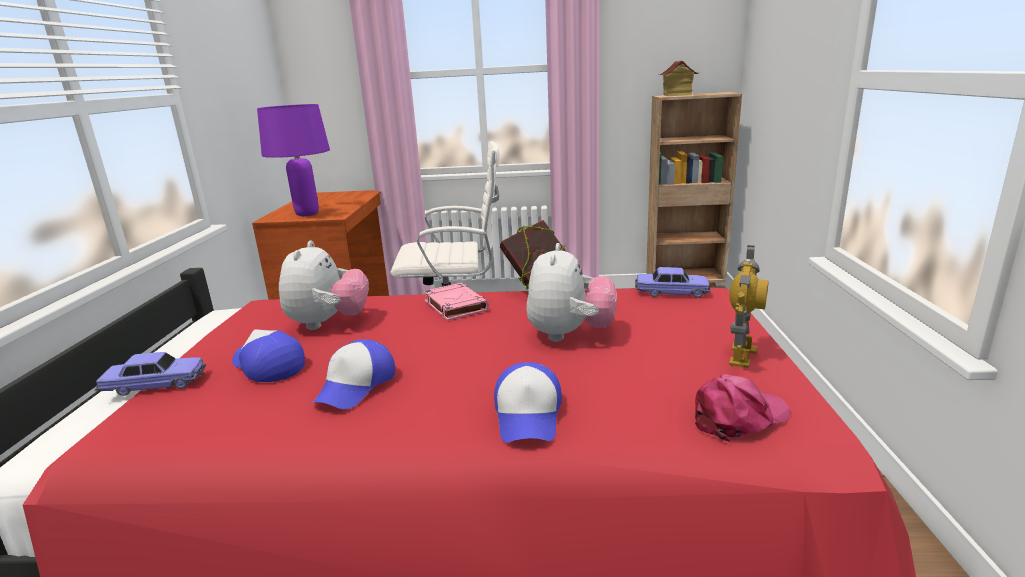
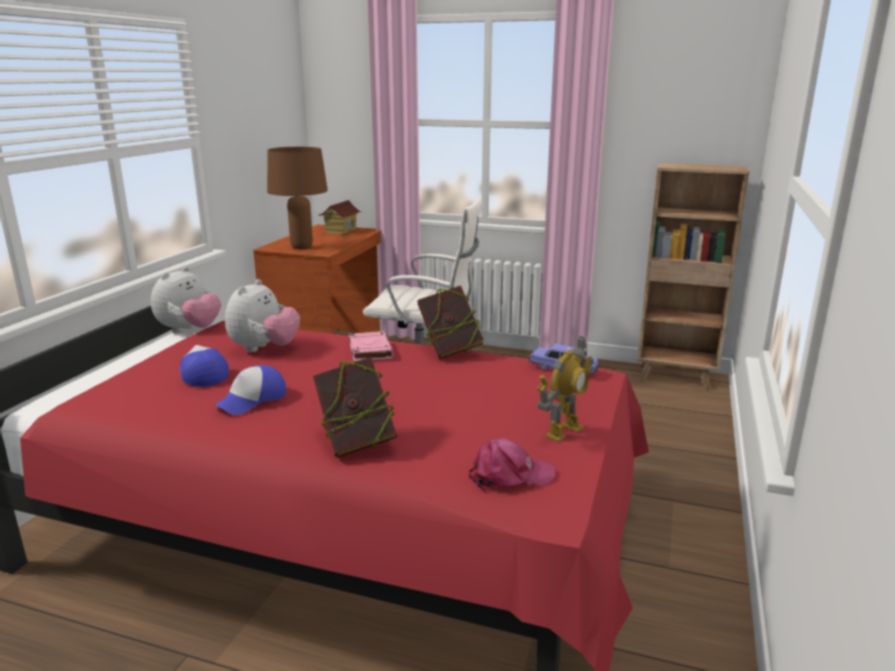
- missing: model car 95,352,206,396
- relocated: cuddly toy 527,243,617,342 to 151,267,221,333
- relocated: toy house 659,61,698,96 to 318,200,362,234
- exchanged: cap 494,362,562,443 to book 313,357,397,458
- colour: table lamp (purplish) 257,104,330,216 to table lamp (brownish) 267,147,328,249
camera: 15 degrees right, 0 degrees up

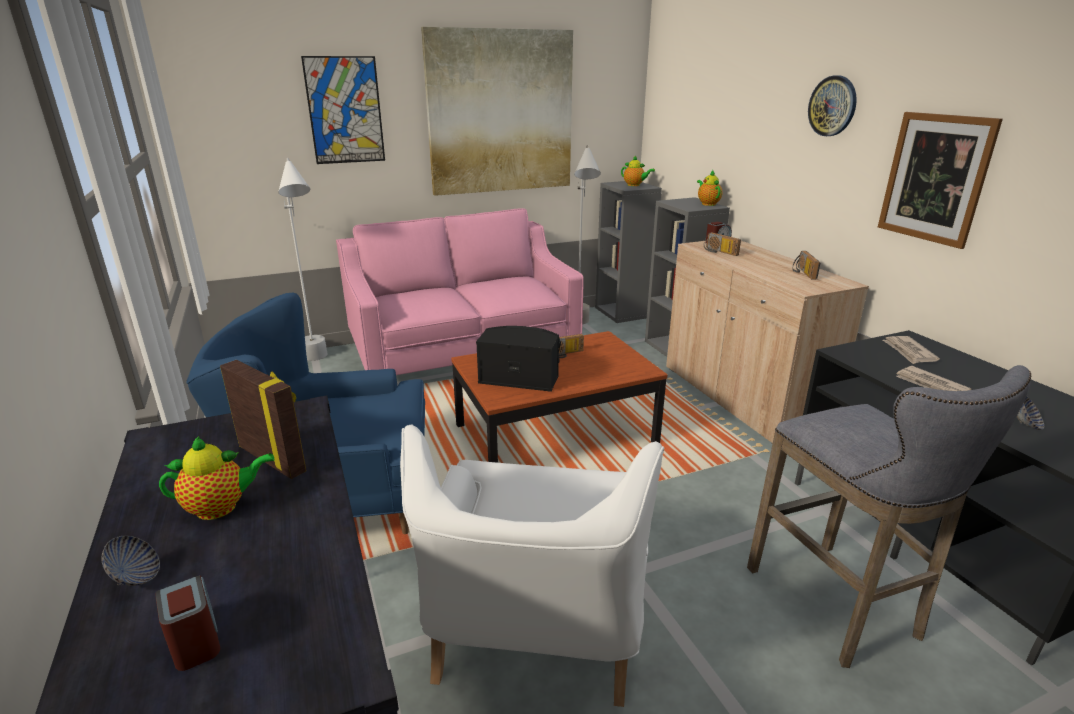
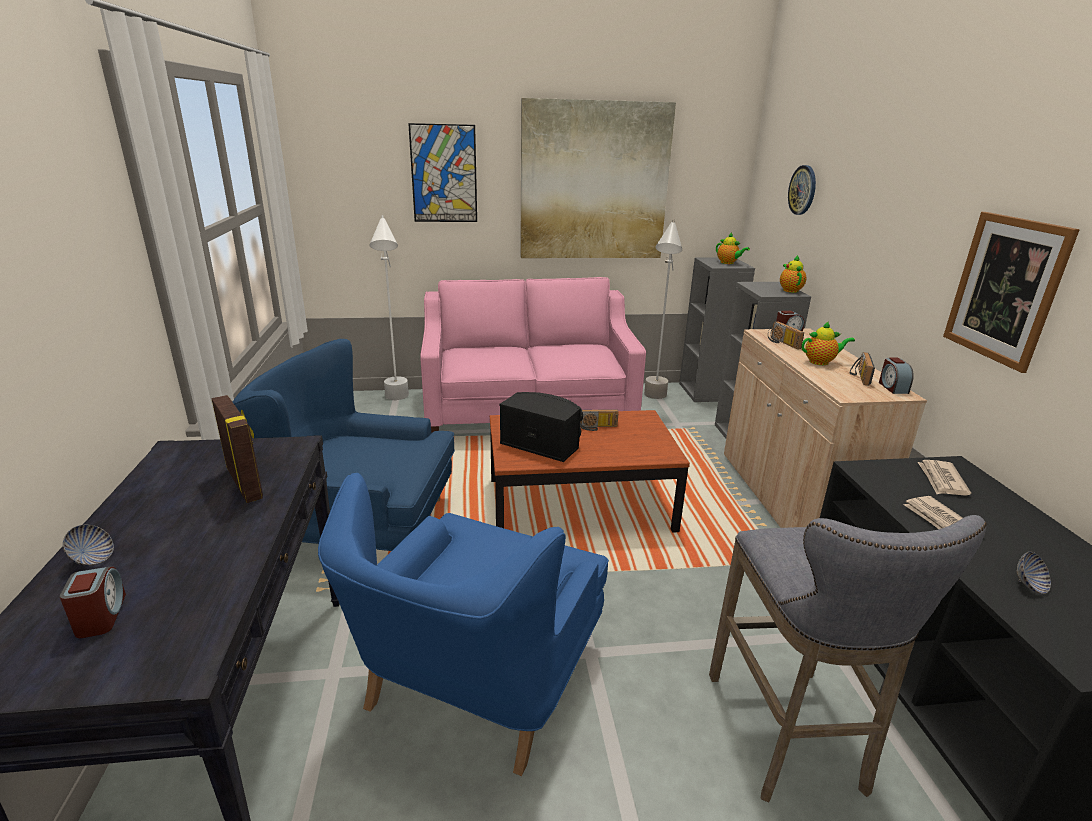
- appeared: bedside clock 879,357,914,394
- relocated: tea pot 159,436,274,520 to 802,322,855,365
- relocated: clock on the wall 808,76,857,136 to 788,165,816,215
- colour: easy chair (white-coloured) 400,424,664,707 to easy chair (blue-coloured) 318,473,609,776
camera: 15 degrees right, 0 degrees up

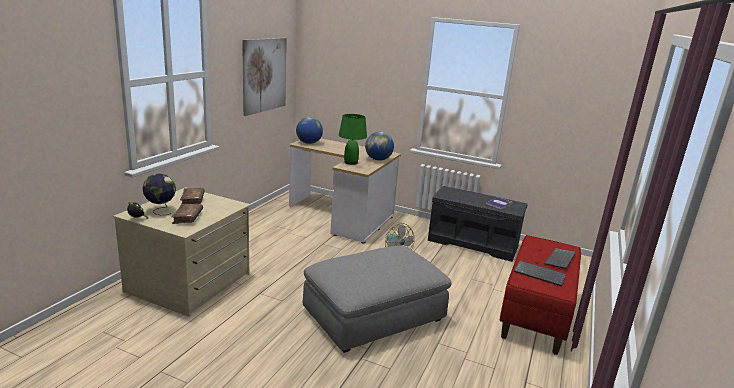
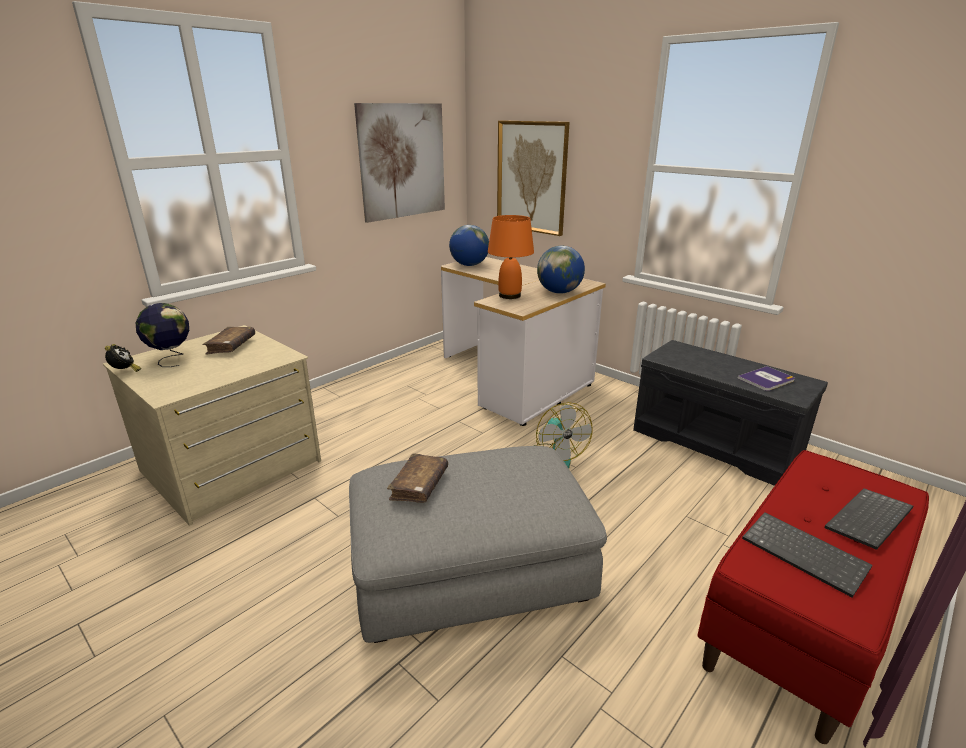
- appeared: picture 497,121,570,236
- relocated: book (brownish) 171,204,203,224 to 387,453,448,503
- colour: table lamp (green-coloured) 339,114,367,165 to table lamp (orange) 488,215,534,299
camera: 20 degrees right, 5 degrees up

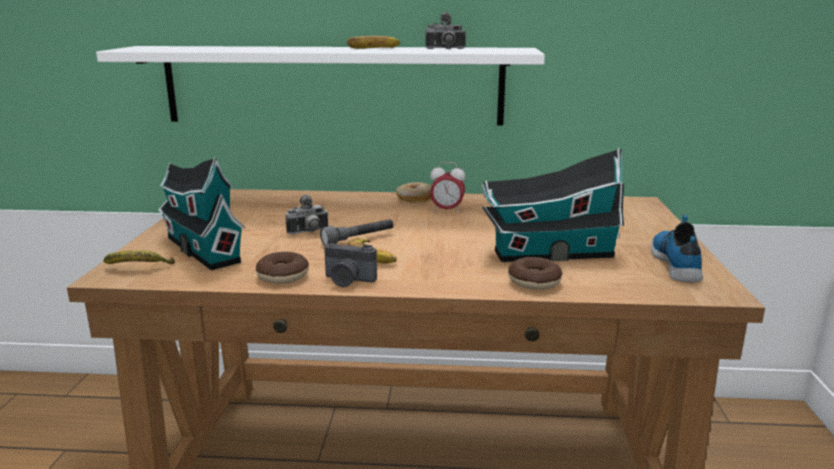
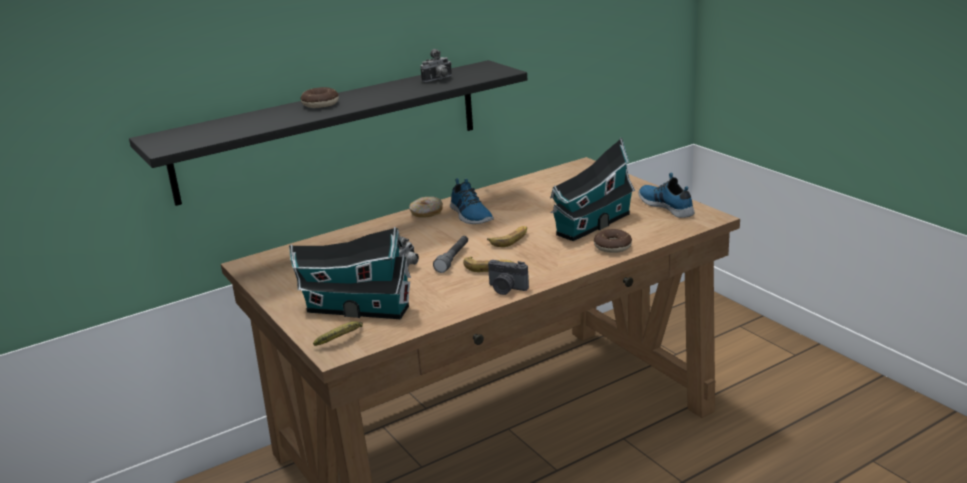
- relocated: ring doughnut 256,252,309,284 to 300,87,339,108
- relocated: banana 347,36,400,49 to 487,226,527,247
- exchanged: bedside clock 430,162,466,213 to low shoe 450,178,494,224
- colour: shelf (white-coloured) 96,46,545,126 to shelf (black) 129,60,527,206
- spun: still camera 324,243,377,287 = 488,260,529,295 45 degrees clockwise
camera: 35 degrees left, 5 degrees up

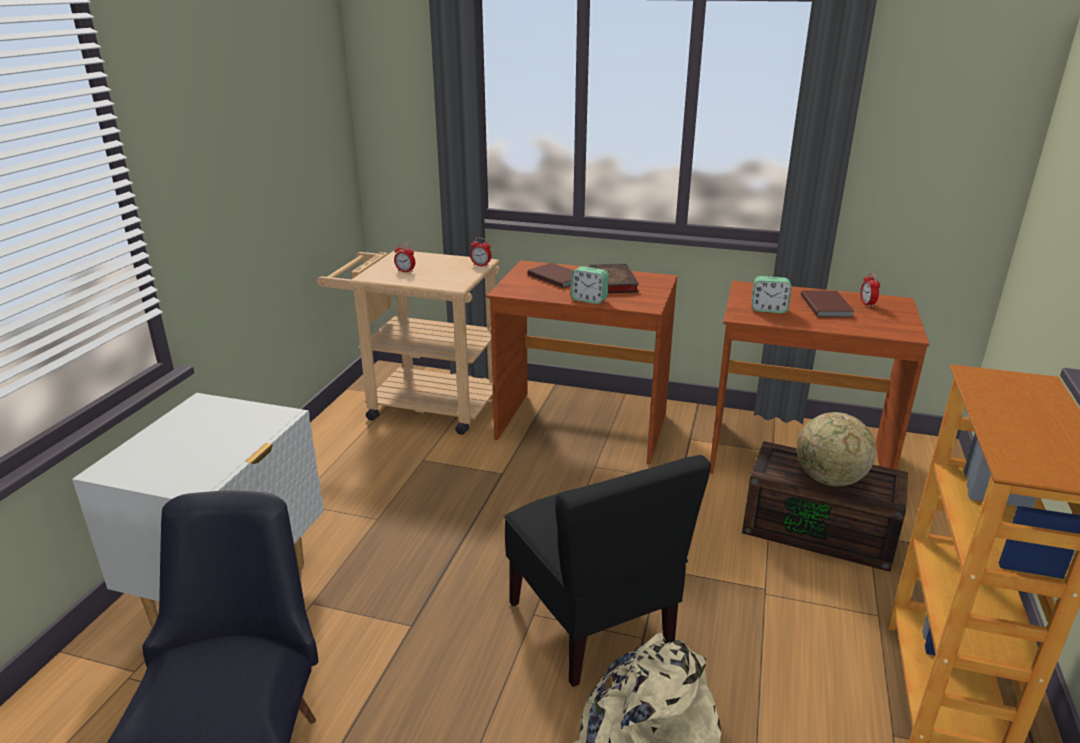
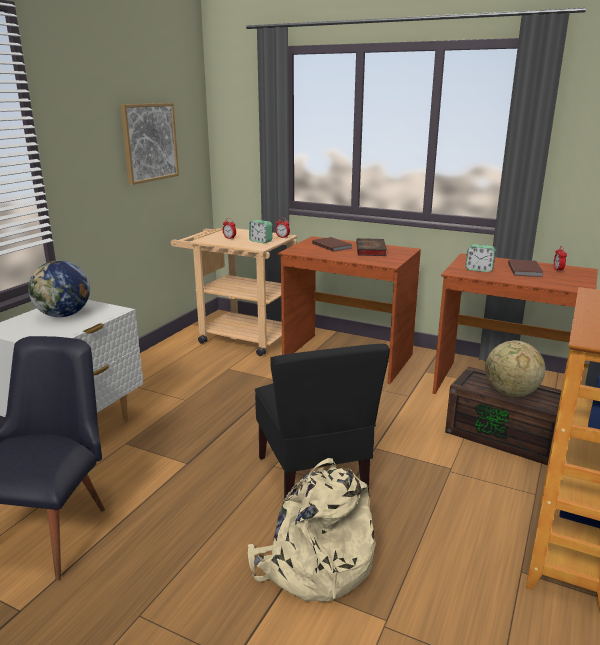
- appeared: world globe 28,260,90,317
- appeared: picture 120,103,179,185
- relocated: bedside clock 571,266,609,304 to 249,220,272,243
camera: 10 degrees right, 5 degrees down

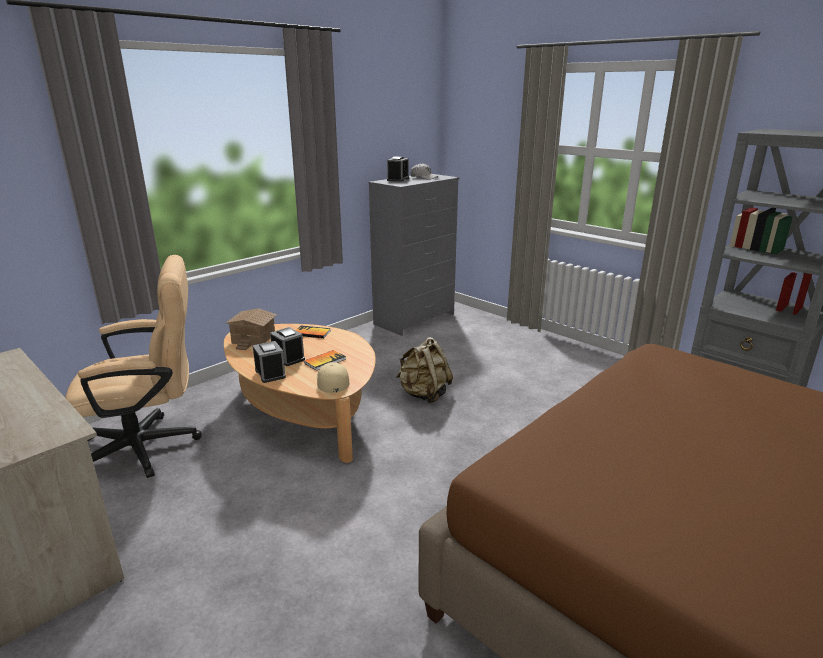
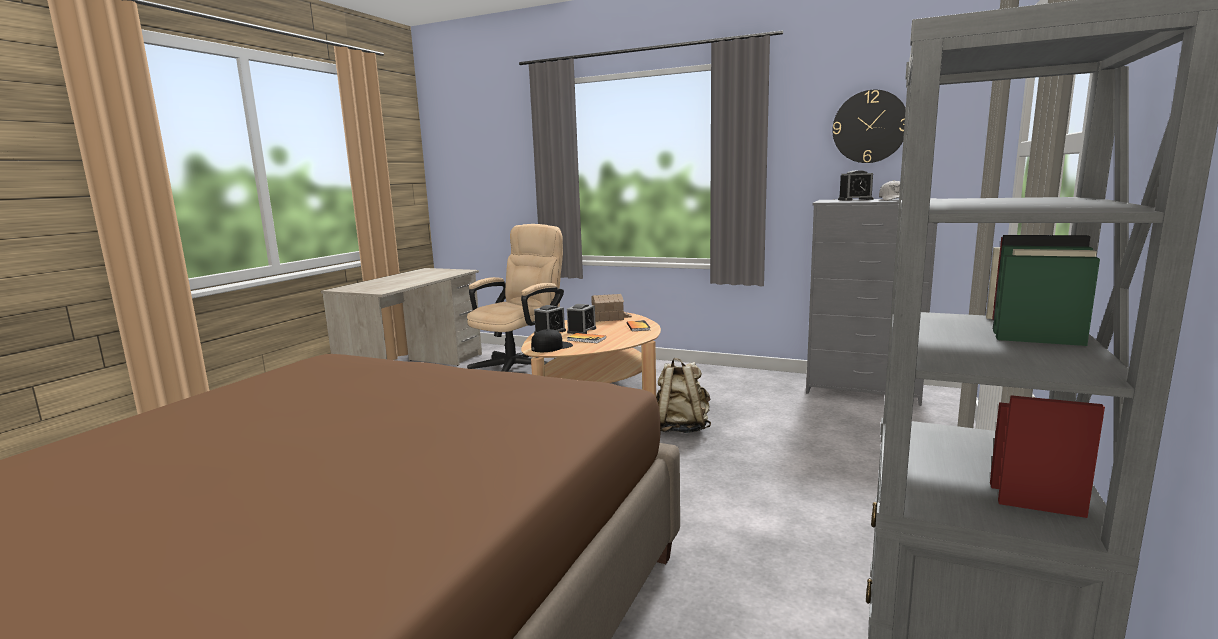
- appeared: clock on the wall 833,90,906,163
- colour: cap (beige) 316,362,350,393 to cap (black) 531,329,573,352
- spun: computer chair (beige) 65,255,202,478 = 467,224,564,372 105 degrees counterclockwise
camera: 70 degrees right, 10 degrees down

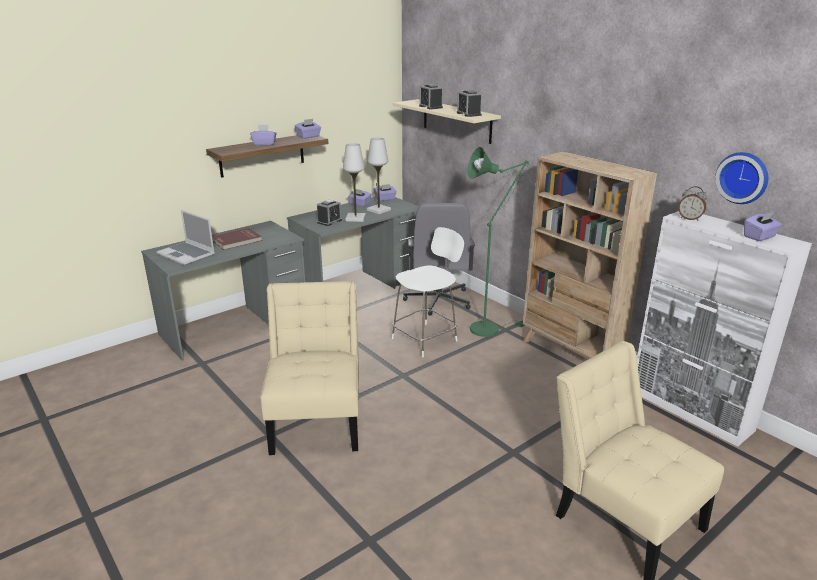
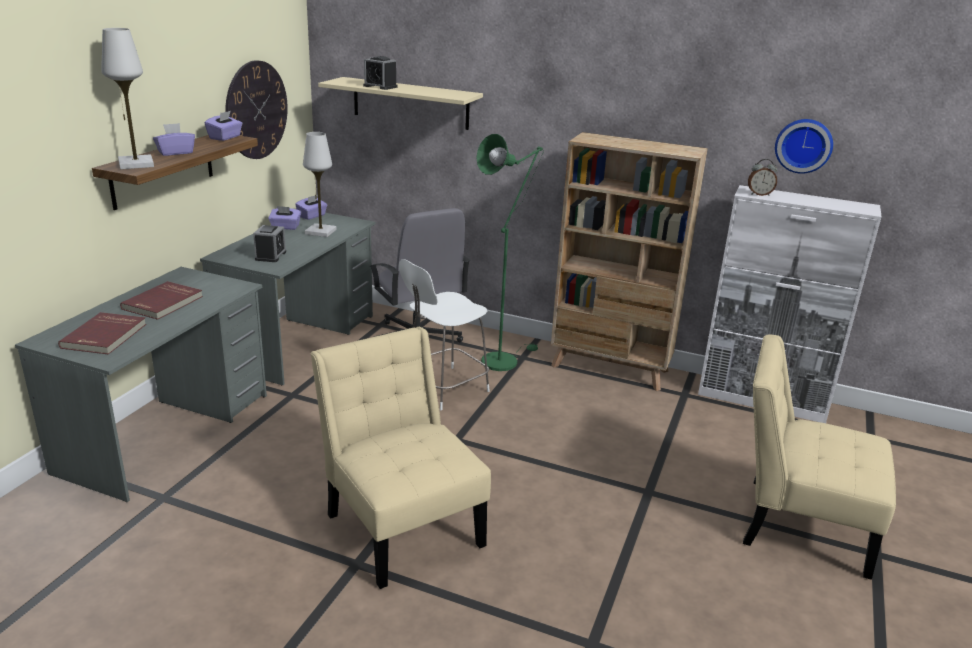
- missing: bedside clock 457,90,482,117
- missing: tissue holder (purplish) 744,211,782,241
- appeared: clock on the wall 225,60,288,159
- relocated: table lamp (white-coloured) 343,143,366,222 to 101,28,154,169
- exchanged: portable computer 156,210,215,265 to book (red) 58,312,146,354
- spun: plain chair (white-coloured) 392,227,464,357 = 399,259,490,410 150 degrees counterclockwise
camera: 30 degrees left, 0 degrees up

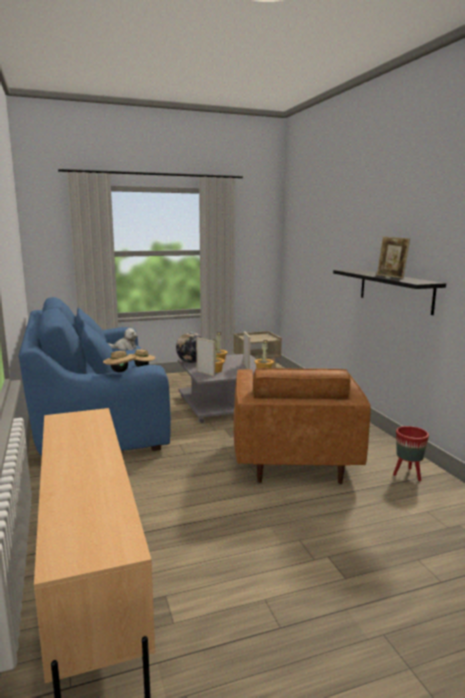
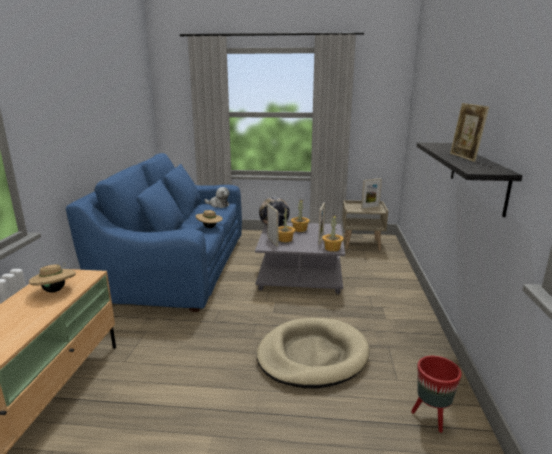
- appeared: standing frame 361,178,382,209
- relocated: clothing hat (beige) 103,351,136,372 to 29,262,76,293
- exchanged: easy chair (brownish) 233,368,371,484 to dog cushion (beige) 257,318,369,388
camera: 25 degrees right, 5 degrees up

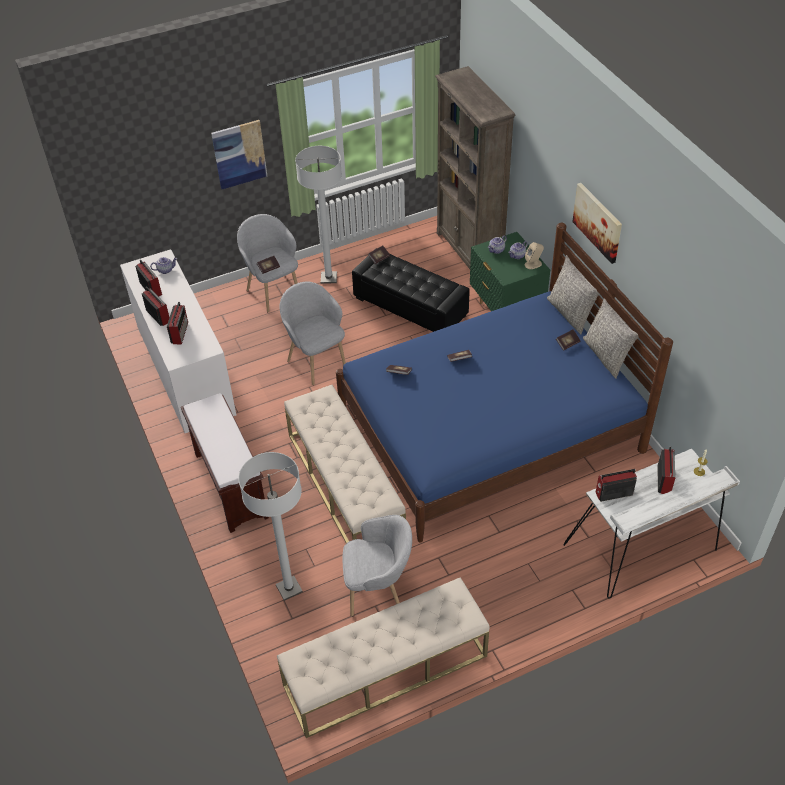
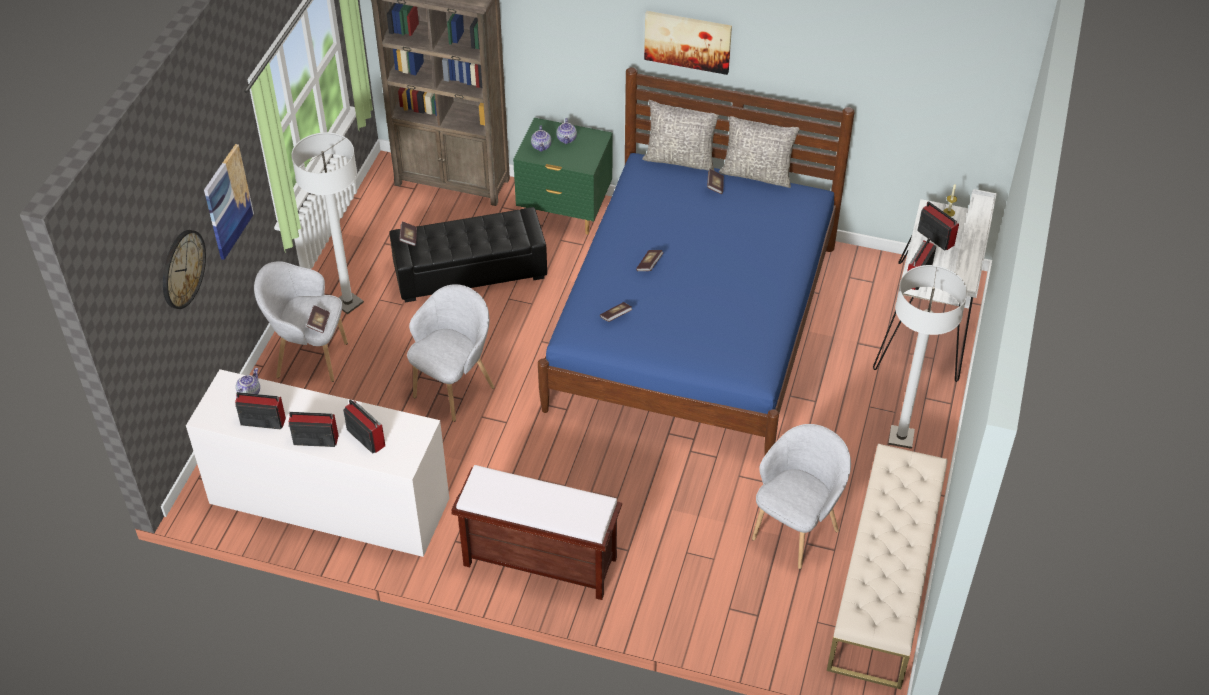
- missing: long seat (beige) 284,385,406,543
- missing: loudspeaker (beige) 525,242,544,269
- appeared: clock on the wall 163,230,206,309
- relocated: standing lamp (white-coloured) 239,452,303,601 to 888,265,968,449
- spun: easy chair (gray) 280,281,346,385 = 407,284,495,422 120 degrees clockwise
camera: 50 degrees left, 0 degrees up

